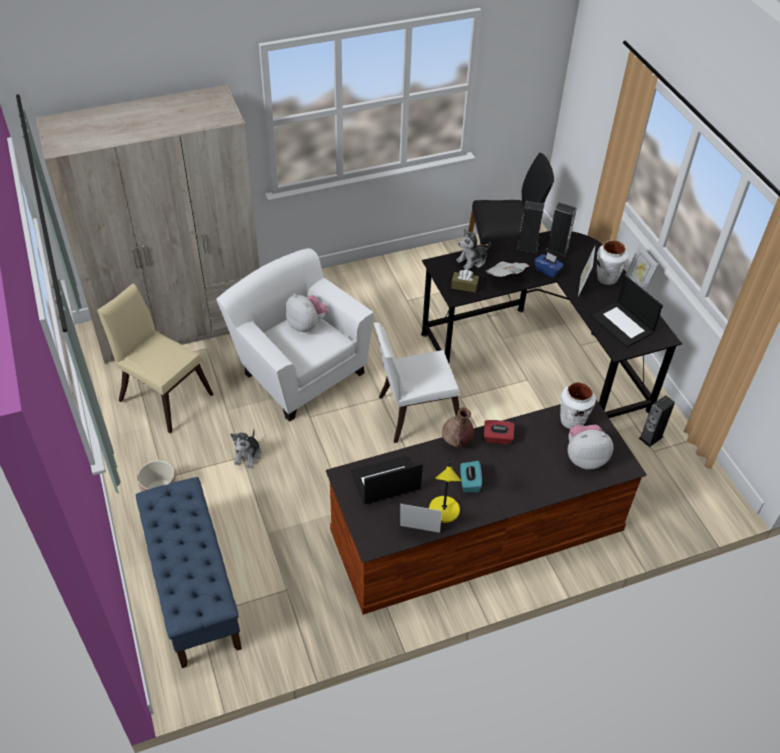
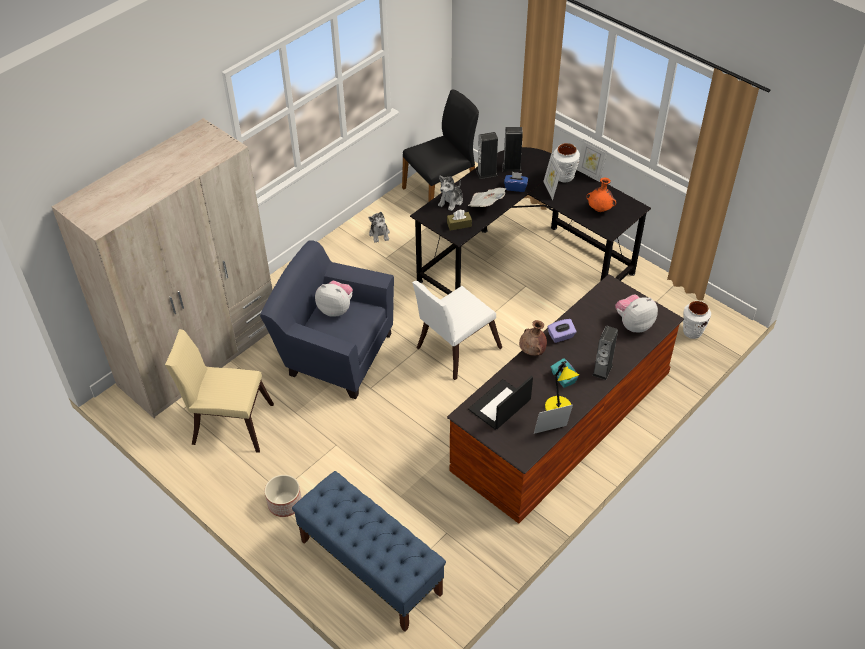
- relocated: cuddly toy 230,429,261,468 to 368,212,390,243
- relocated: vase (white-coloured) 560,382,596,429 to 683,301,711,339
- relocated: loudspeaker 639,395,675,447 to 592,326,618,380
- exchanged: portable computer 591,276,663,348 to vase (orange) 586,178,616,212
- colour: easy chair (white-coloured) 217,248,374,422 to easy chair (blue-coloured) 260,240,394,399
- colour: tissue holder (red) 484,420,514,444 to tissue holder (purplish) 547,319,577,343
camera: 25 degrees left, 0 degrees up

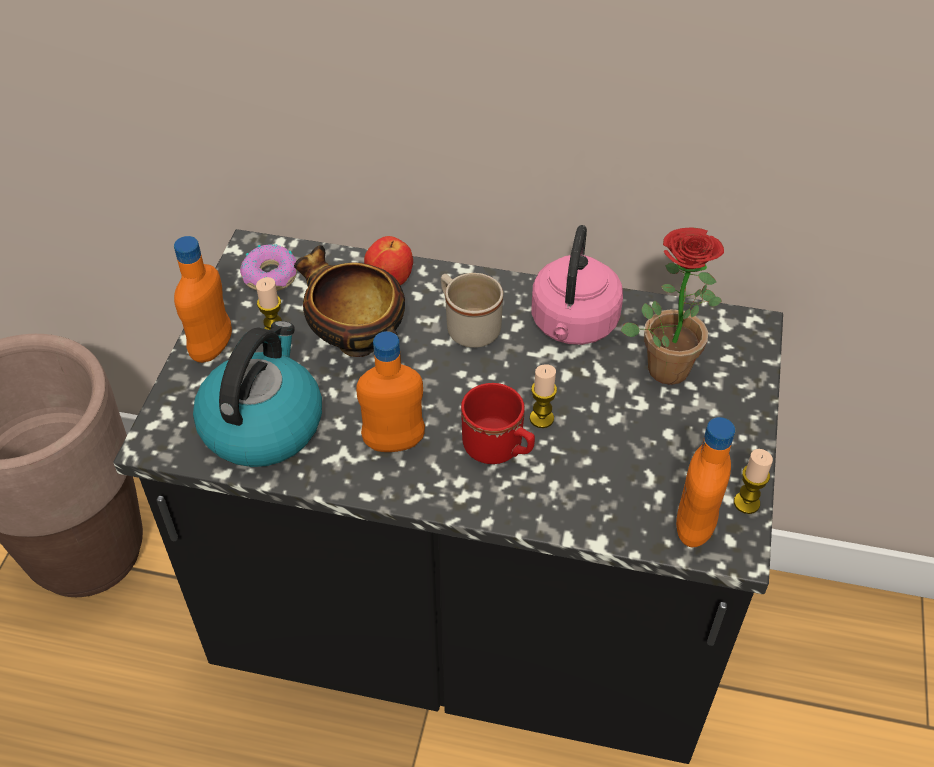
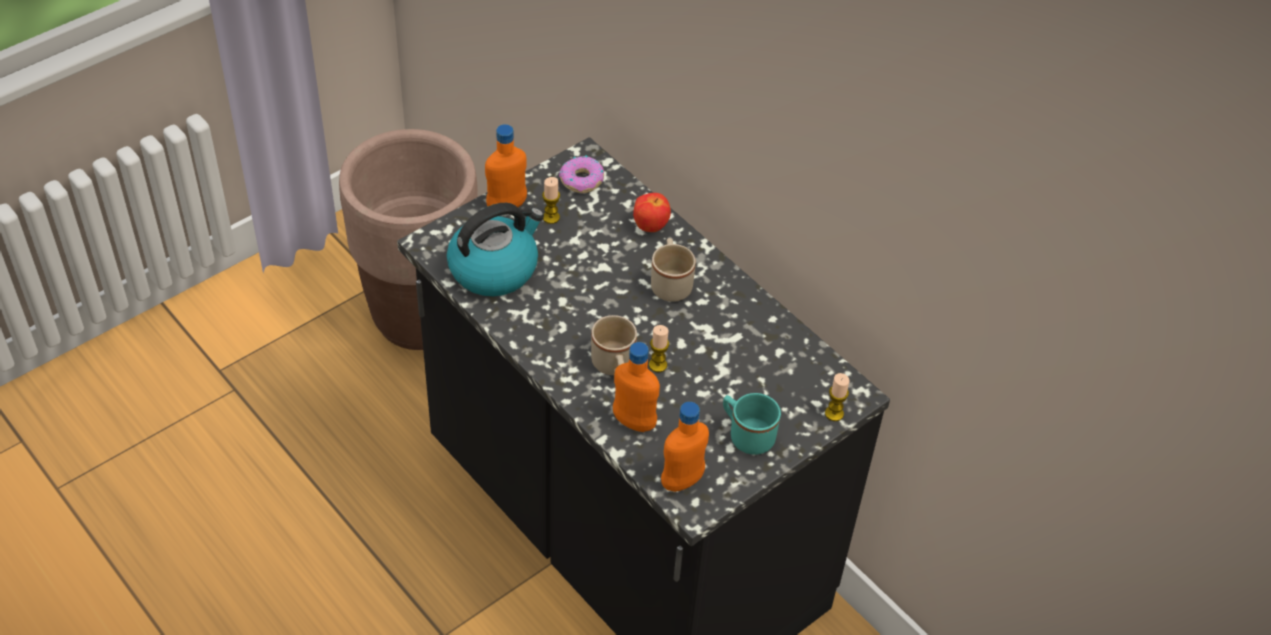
- missing: deep dish 294,245,405,357
- missing: water kettle (pink-coloured) 531,225,623,345
- missing: houseplant 620,227,724,385
- appeared: coffee mug (blue-green) 723,393,781,455
- relocated: beverage bottle (orange) 356,331,425,452 to 613,342,660,432
- relocated: candle 734,449,773,514 to 825,373,849,421
- colour: coffee mug (red) 461,383,535,464 to coffee mug (beige) 591,315,637,375
camera: 35 degrees right, 0 degrees up

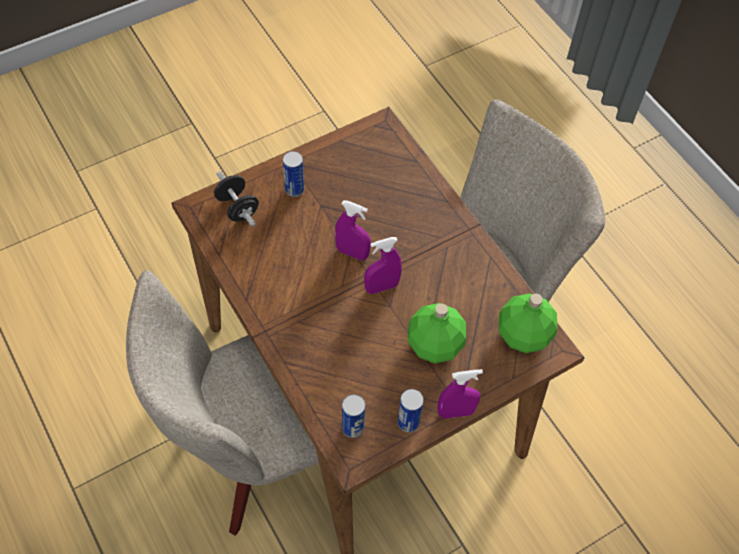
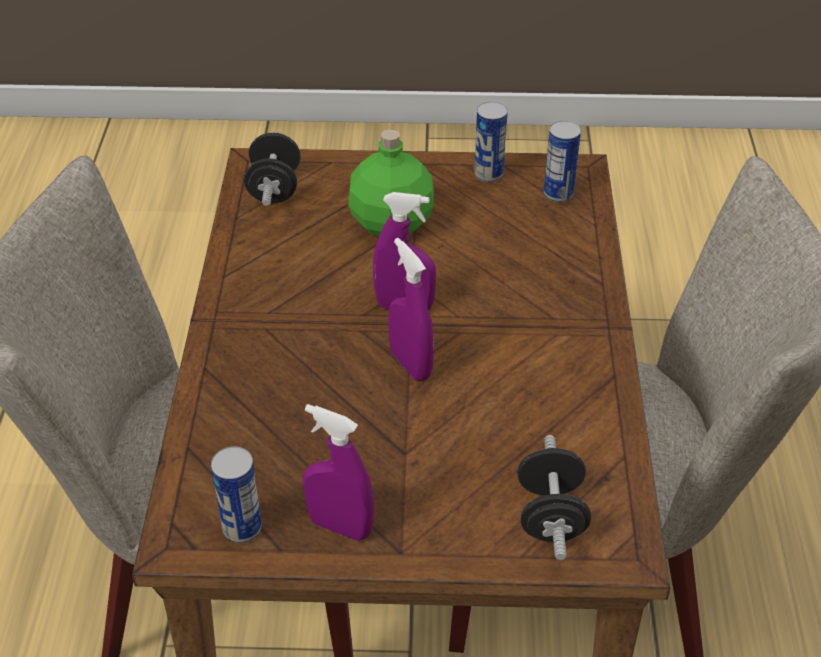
- relocated: sealed can 283,151,304,197 to 211,446,262,543
- relocated: spray bottle (purplish) 438,369,483,419 to 303,404,374,541
- exchanged: beverage bottle (green-coloured) 499,293,557,353 to hand weight (black) 244,132,301,206
camera: 145 degrees left, 15 degrees down

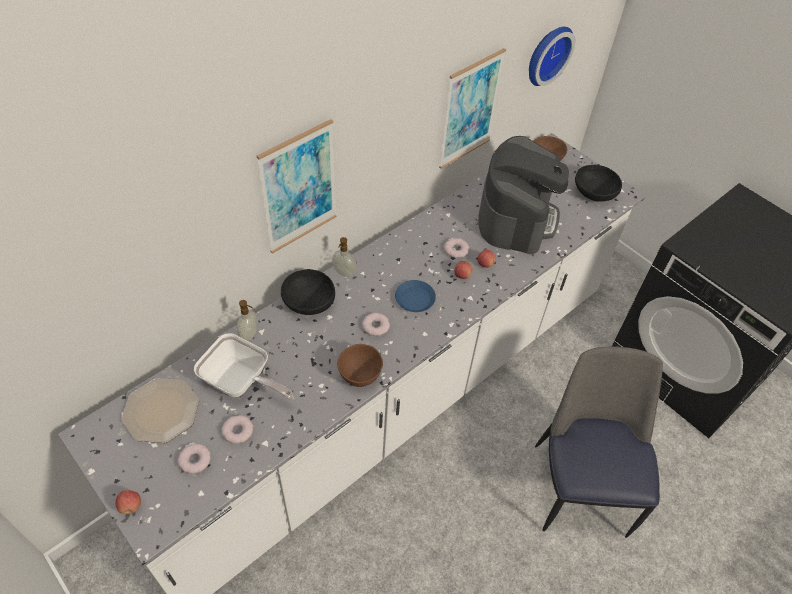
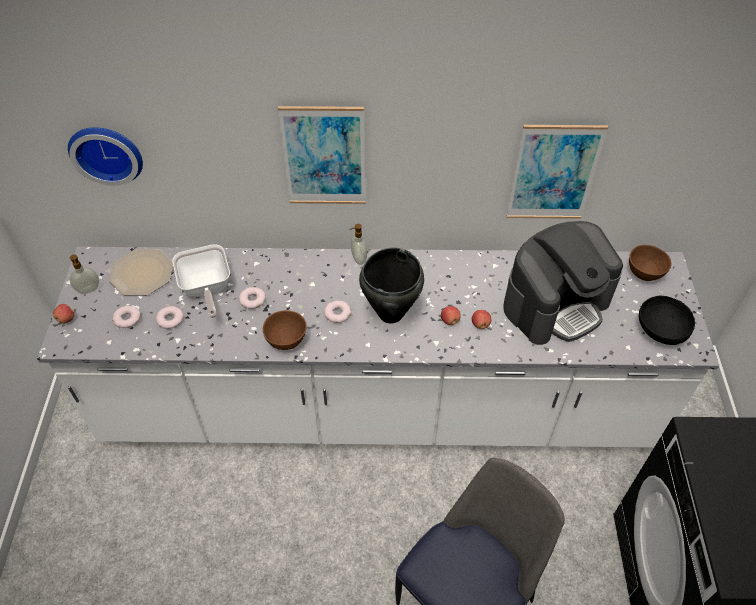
- missing: deep dish (black) 281,269,335,315
- relocated: liquid soap bottle 237,300,258,341 to 70,254,99,294
- relocated: ring doughnut 444,238,470,258 to 239,287,266,309
- relocated: clock on the wall 529,27,575,86 to 68,127,143,186
- exchanged: plate (blue-coloured) 395,280,436,312 to saucepot (black) 359,248,424,323
camera: 45 degrees right, 0 degrees up

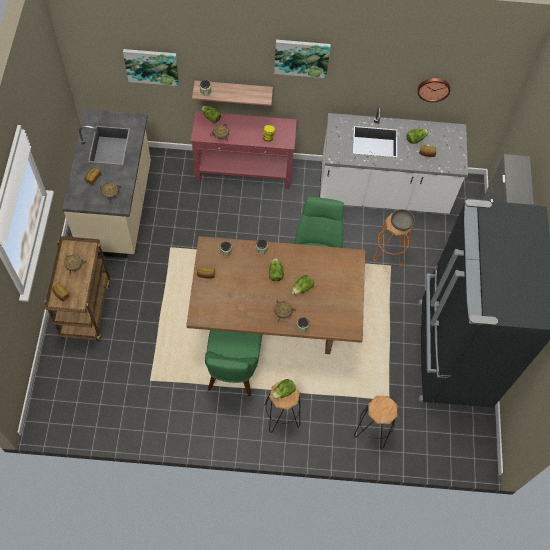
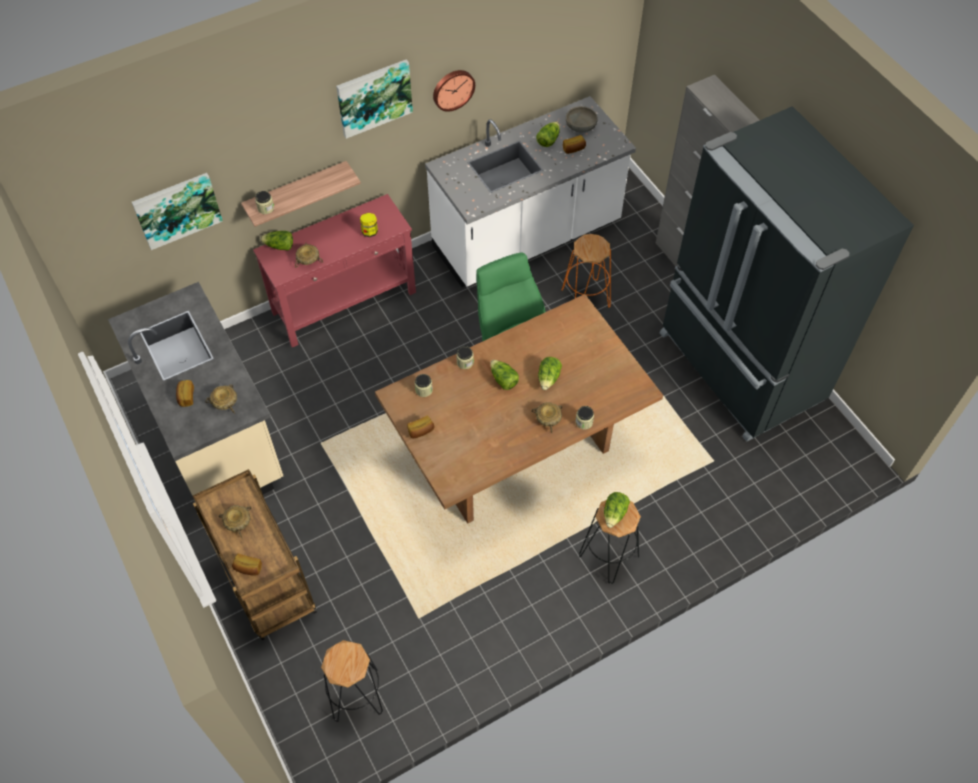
- missing: plain chair (green-coloured) 205,330,262,396
- relocated: sitting stool (black) 354,396,398,449 to 321,640,383,722
- relocated: deep dish (gray) 391,209,415,231 to 566,106,598,132
- relocated: clock on the wall 418,78,450,102 to 433,70,475,112
camera: 30 degrees left, 5 degrees down

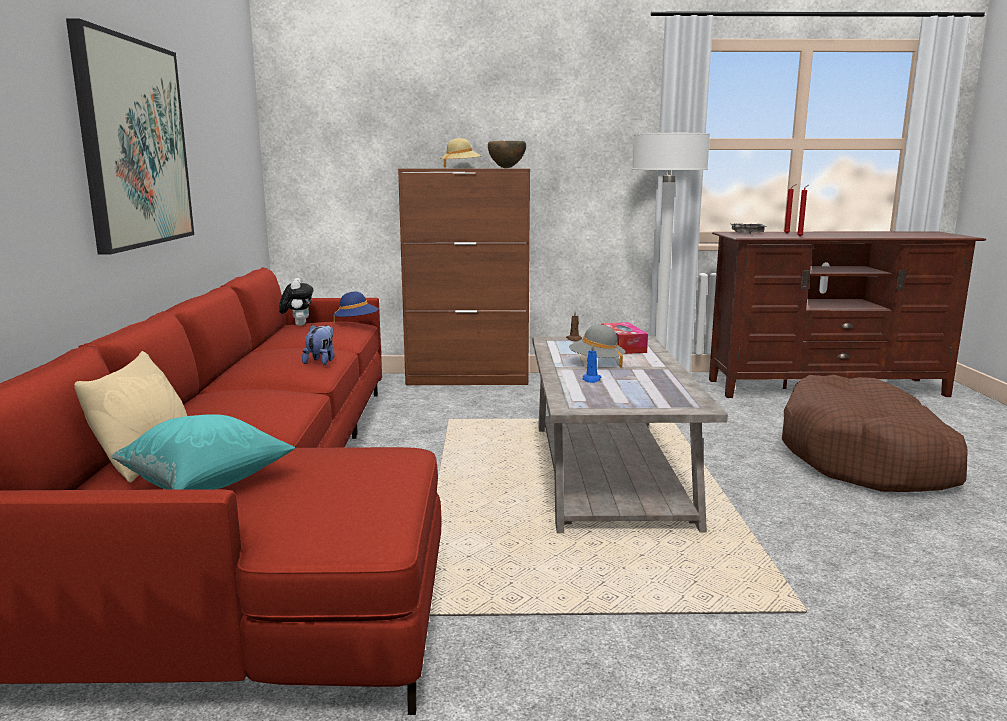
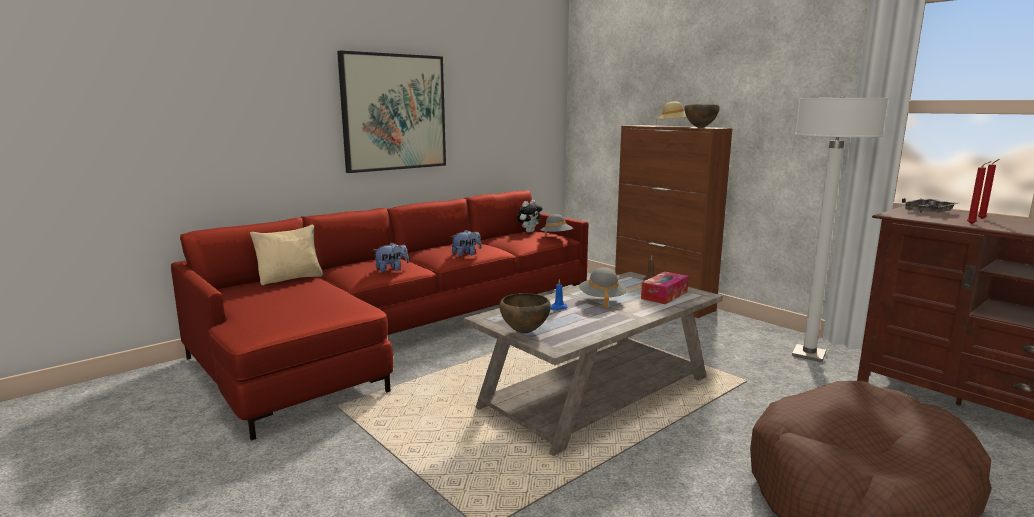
- missing: throw pillow (blue-green) 111,414,295,490
- appeared: cuddly toy 374,242,409,272
- appeared: deep dish (brownish) 499,293,551,334
- colour: clothing hat (blue-coloured) 334,292,379,323 to clothing hat (gray) 540,214,573,234
camera: 50 degrees right, 0 degrees up

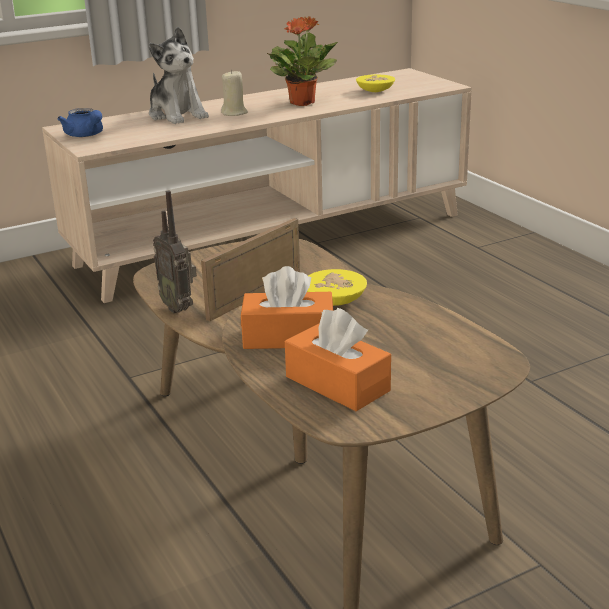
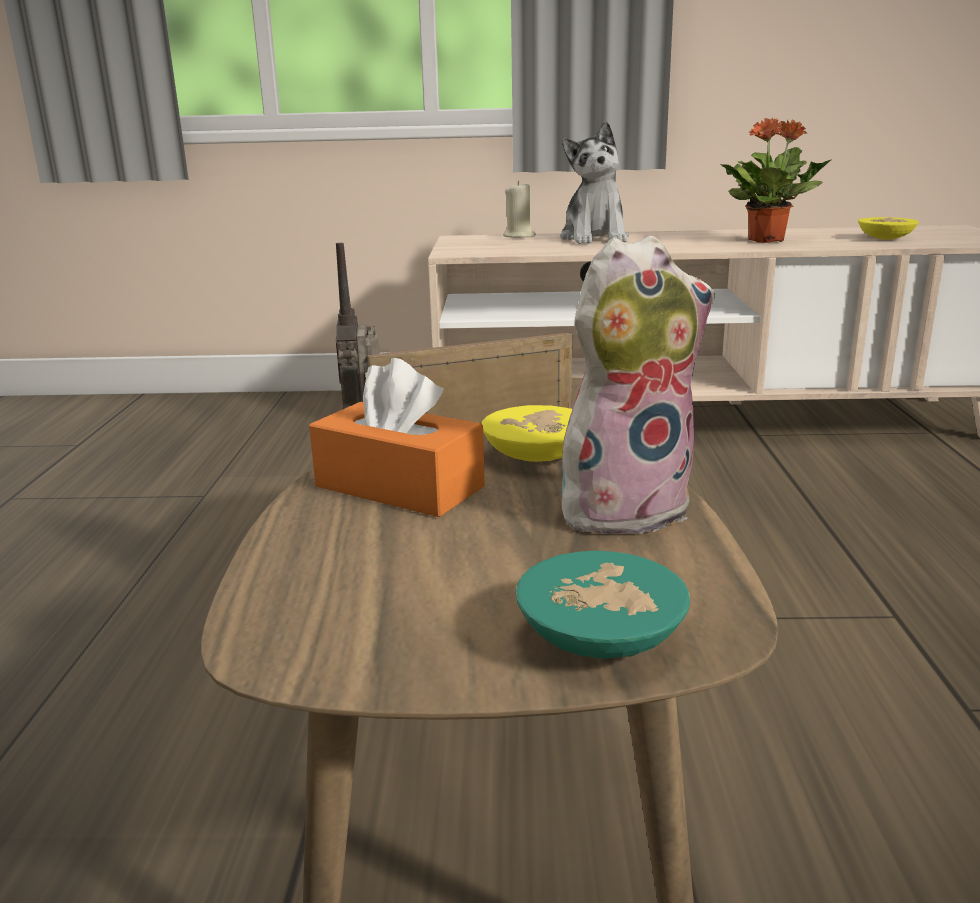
- missing: tea pot (blue-coloured) 57,108,103,137
- missing: tissue holder (orange) 285,308,391,411
- appeared: deep dish (blue-green) 516,551,690,659
- appeared: cuddly toy 562,235,715,534
- relocated: candle (beige) 221,70,248,116 to 503,181,536,238
camera: 30 degrees right, 5 degrees down

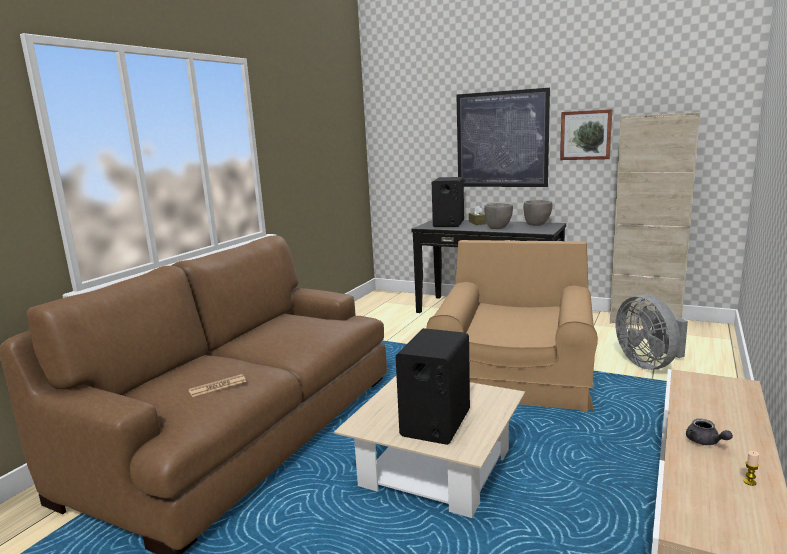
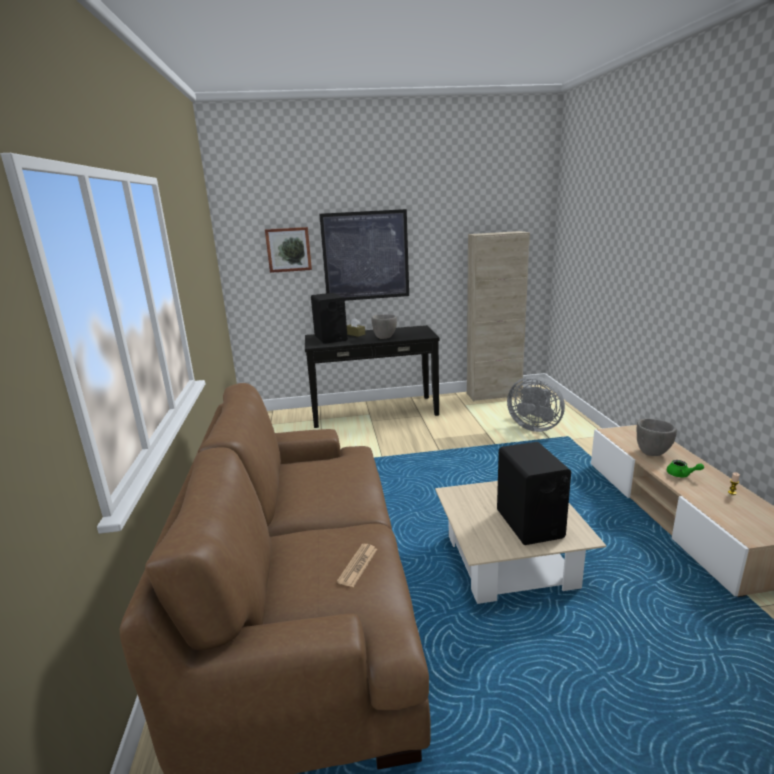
- missing: easy chair (brownish) 426,240,598,412
- relocated: deep dish (gray) 524,200,552,226 to 637,419,677,456
- relocated: picture 560,109,612,160 to 265,227,312,273
- colour: tea pot (gray) 686,419,733,445 to tea pot (green-coloured) 667,460,704,477
camera: 35 degrees left, 5 degrees up

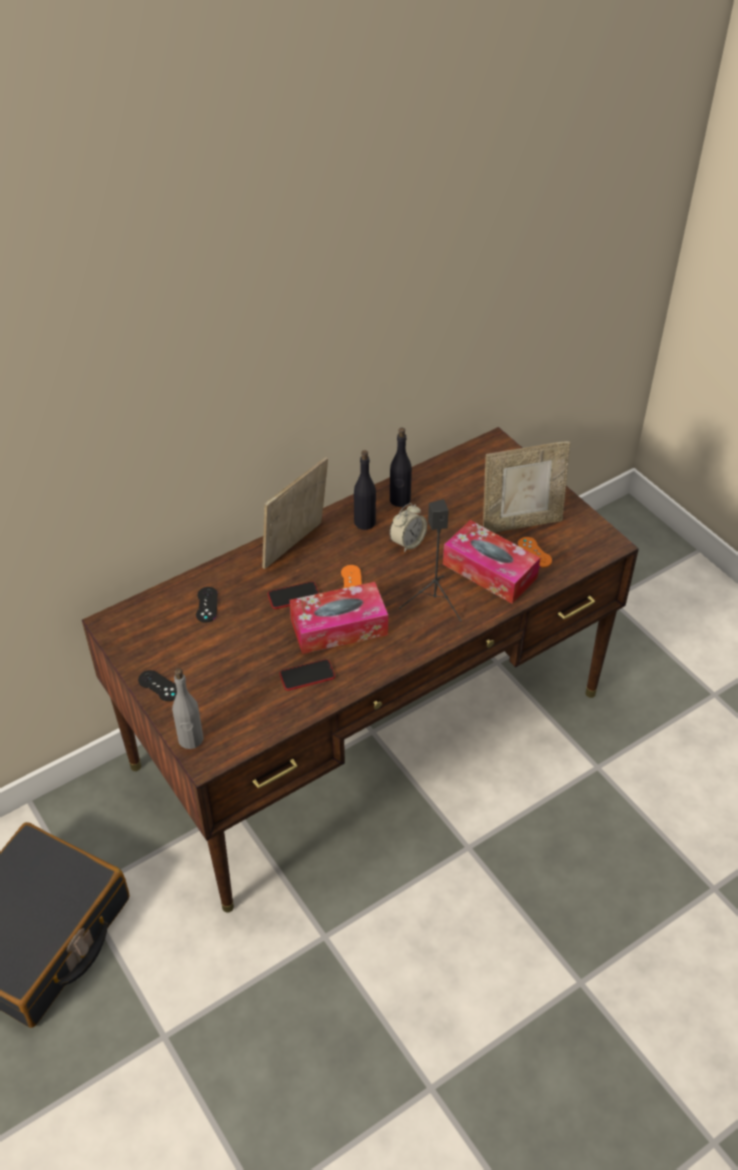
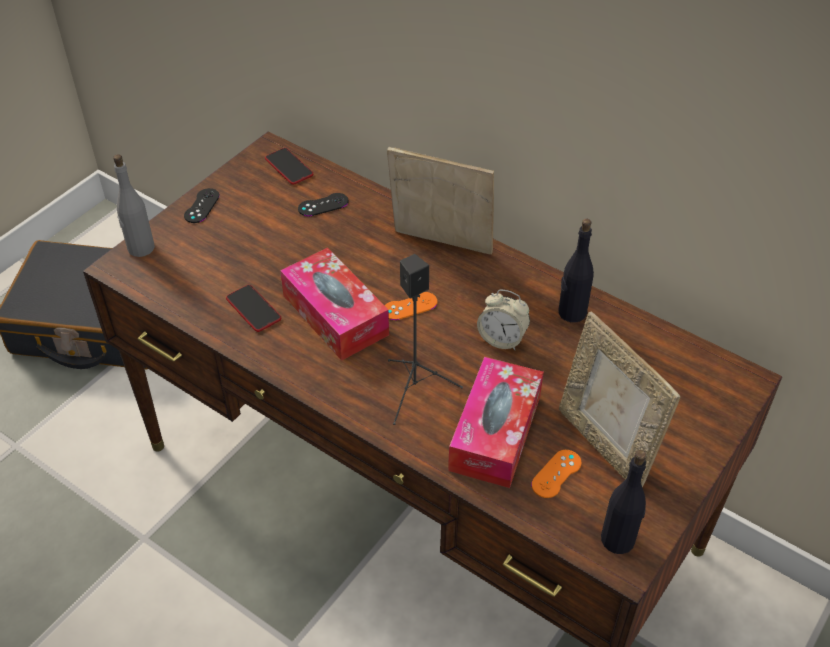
- relocated: phone 268,581,319,609 to 265,148,313,185
- relocated: beverage bottle (black) 354,450,376,530 to 601,450,646,554
camera: 70 degrees right, 0 degrees up

